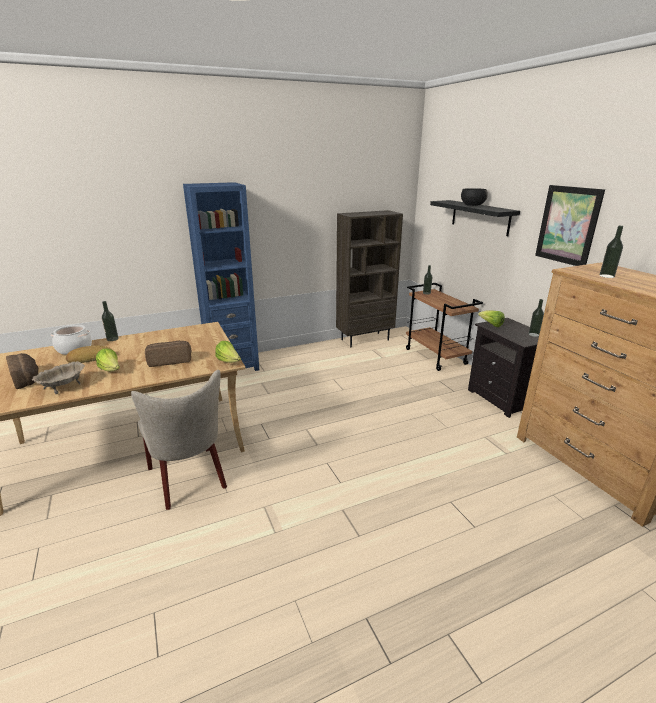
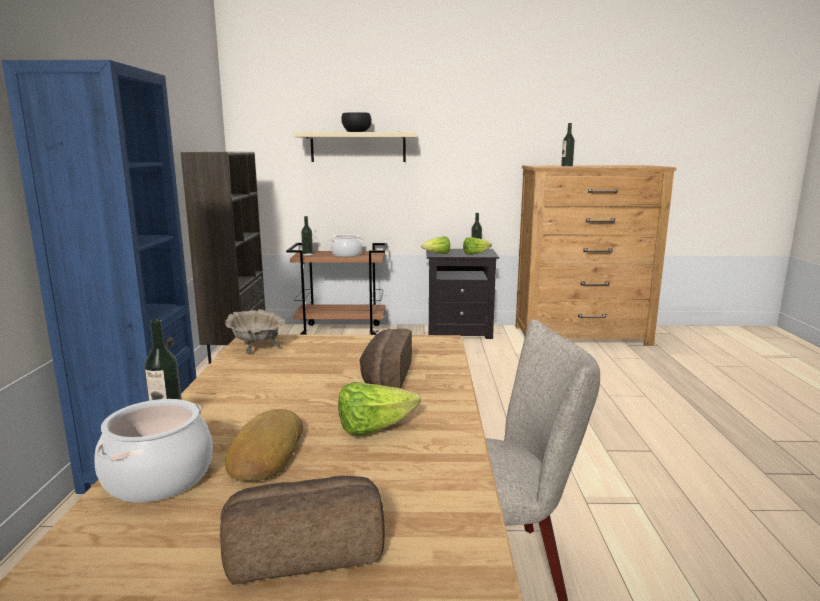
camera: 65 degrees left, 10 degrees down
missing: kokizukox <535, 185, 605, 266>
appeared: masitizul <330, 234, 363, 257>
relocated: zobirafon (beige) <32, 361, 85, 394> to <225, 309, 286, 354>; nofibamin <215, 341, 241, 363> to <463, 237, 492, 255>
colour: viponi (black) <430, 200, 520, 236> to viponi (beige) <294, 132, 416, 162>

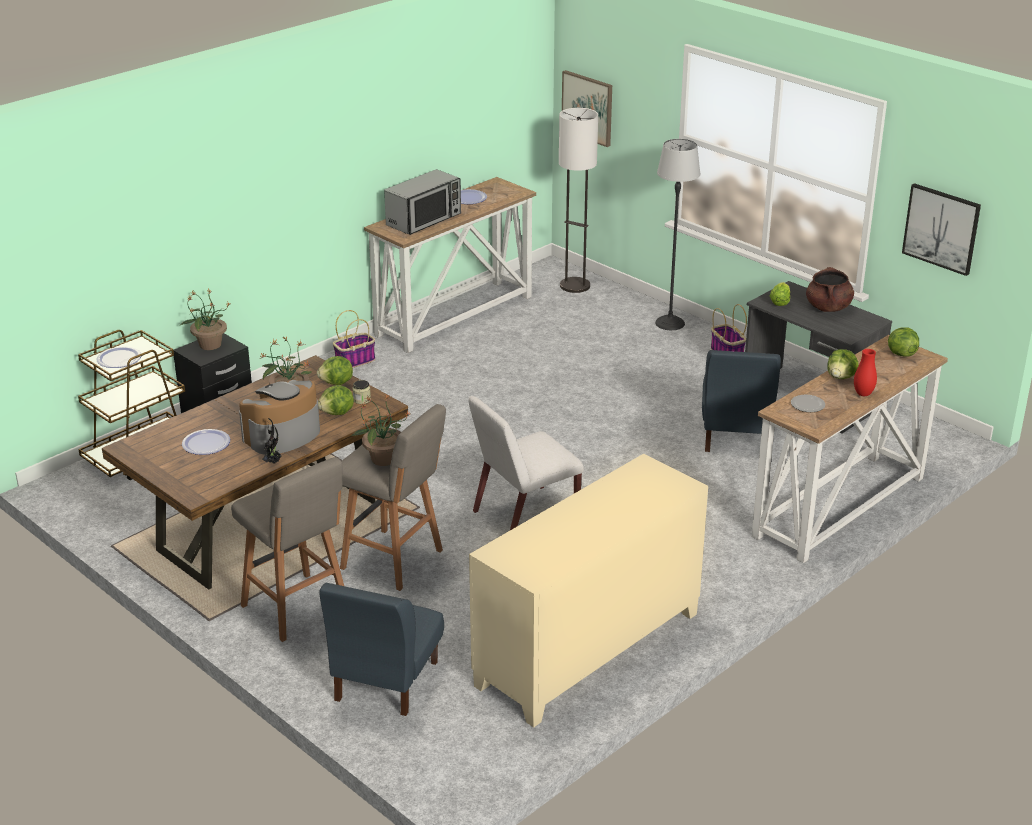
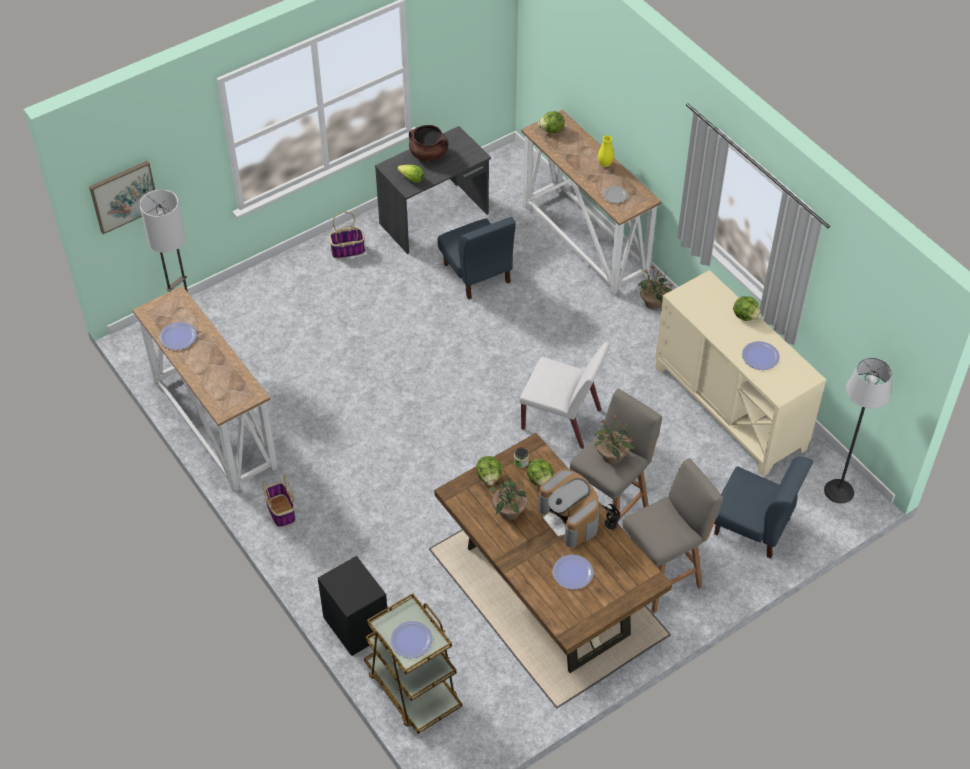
camera: 80 degrees left, 20 degrees up
missing: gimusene <384, 169, 461, 235>; kokizukox <902, 183, 981, 276>
appeared: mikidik <742, 341, 780, 370>
relocated: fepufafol <181, 289, 231, 350> to <638, 266, 673, 310>; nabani <655, 139, 700, 330> to <824, 358, 892, 504>; nofibamin <827, 349, 859, 379> to <733, 296, 761, 321>
colour: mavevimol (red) <854, 349, 877, 396> to mavevimol (yellow) <598, 135, 614, 167>
spun: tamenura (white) <468, 396, 584, 530> = <519, 342, 610, 449> 45 degrees counterclockwise; tamenura (blue) <702, 350, 781, 452> = <437, 217, 516, 300> 45 degrees clockwise

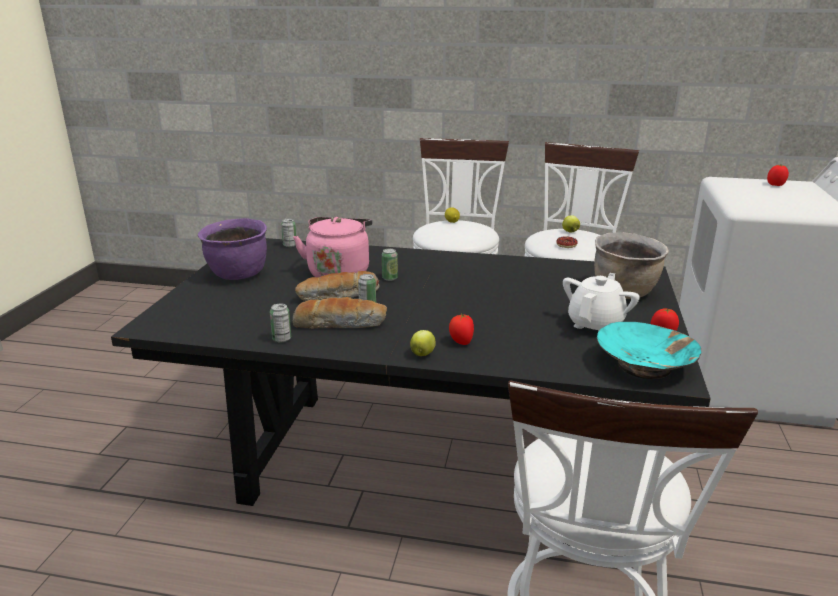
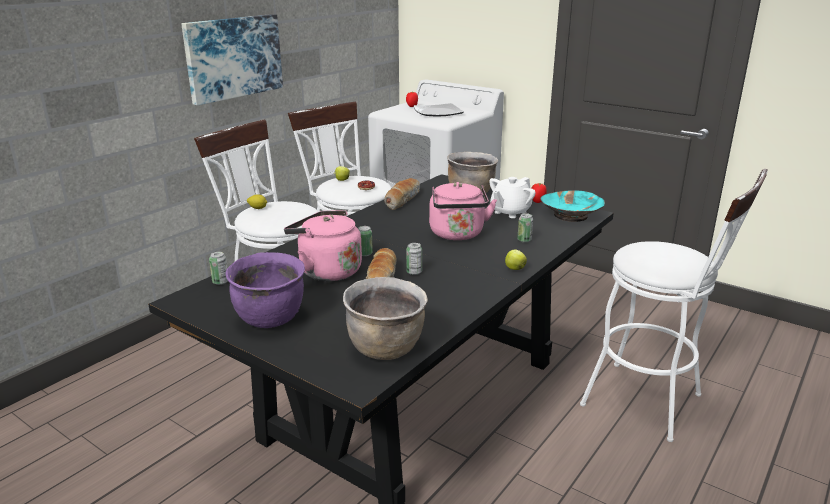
camera: 65 degrees left, 0 degrees up
missing: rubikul <449, 314, 474, 345>
appeared: kokizukox <181, 14, 283, 105>; masitizul (brown) <343, 277, 428, 360>; mikidik <414, 103, 464, 116>; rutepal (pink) <429, 182, 497, 240>
relocated: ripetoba <270, 304, 291, 343> to <517, 213, 533, 243>; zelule <293, 297, 387, 329> to <384, 178, 420, 210>
spun: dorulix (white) <563, 273, 640, 332> = <489, 177, 536, 218> 105 degrees counterclockwise

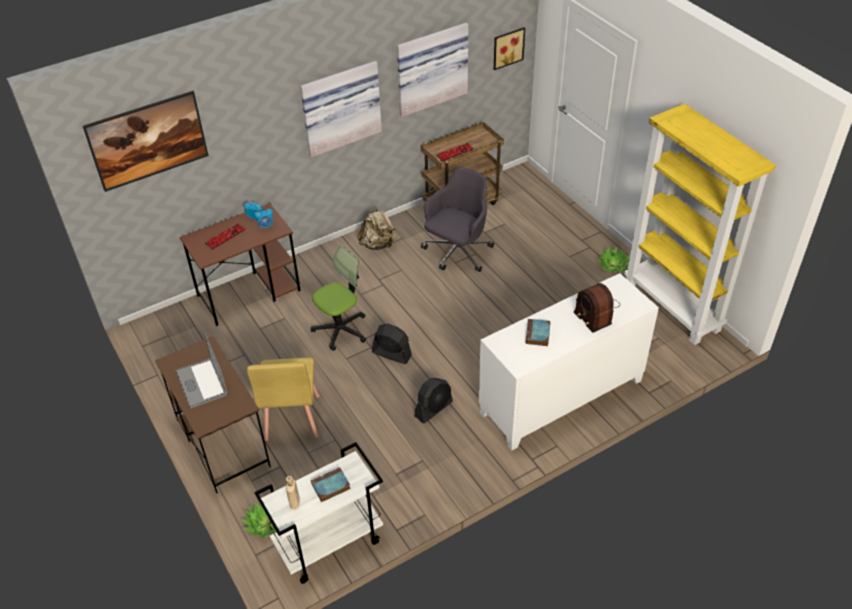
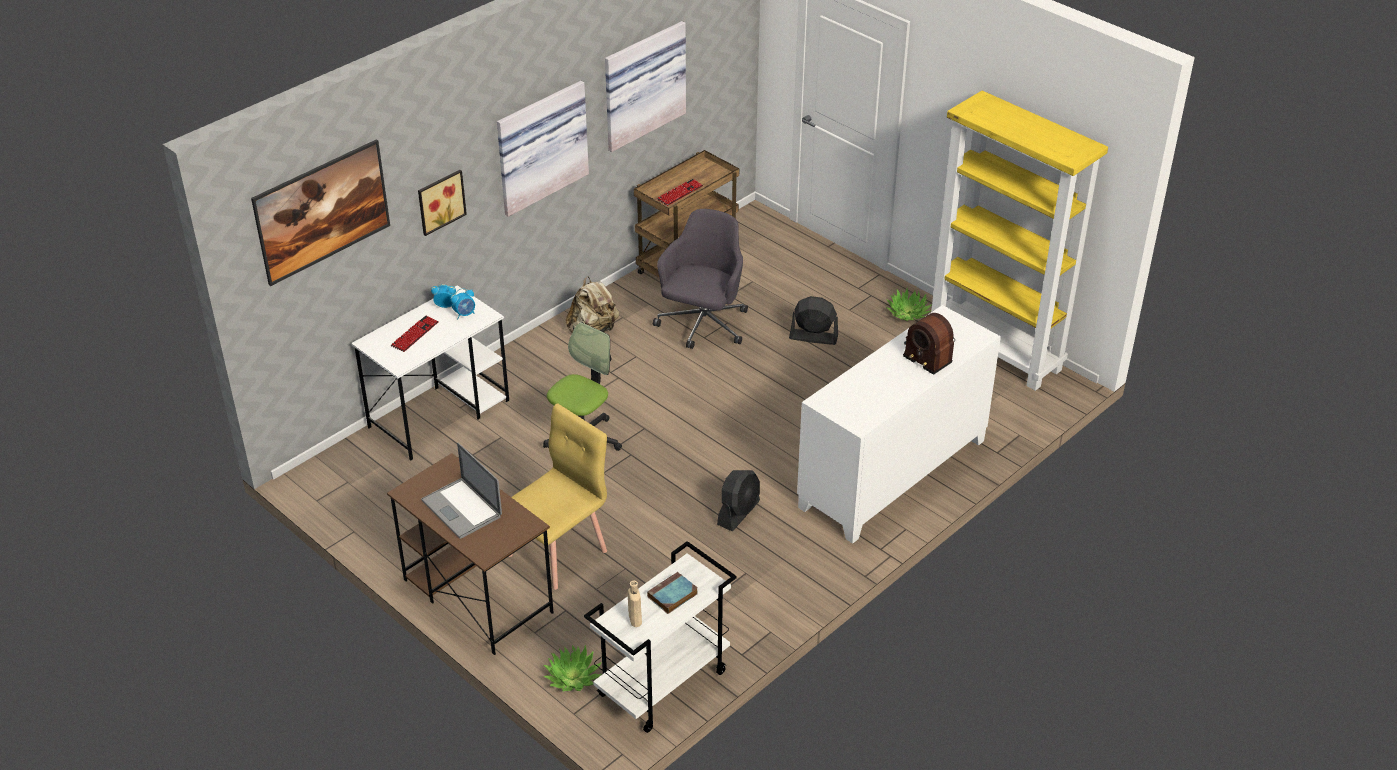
camera: 15 degrees left, 5 degrees down
missing: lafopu <526, 319, 550, 346>
relocated: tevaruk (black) <372, 324, 412, 364> to <789, 296, 838, 345>; kokizukox <494, 27, 525, 70> to <418, 170, 467, 236>
colour: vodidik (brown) <180, 203, 301, 326> to vodidik (white) <351, 285, 510, 461>
spun: tamenura (yellow) <247, 358, 319, 441> = <508, 403, 607, 590> 120 degrees counterclockwise

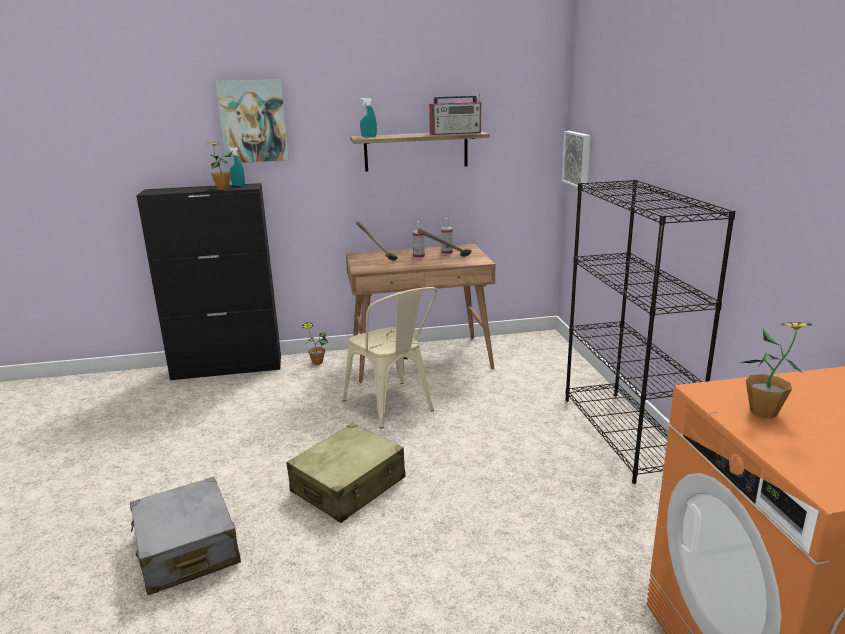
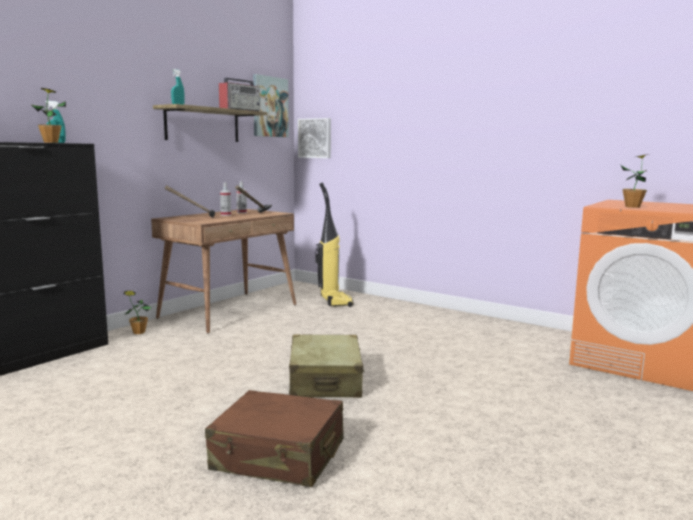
camera: 45 degrees left, 10 degrees down
missing: tamenura (beige) <342, 287, 437, 429>; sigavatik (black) <565, 179, 736, 484>
appeared: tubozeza <316, 182, 353, 307>
relocated: kokizukox <215, 79, 289, 163> to <253, 74, 289, 137>
colour: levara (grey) <130, 477, 241, 595> to levara (brown) <205, 390, 344, 487>

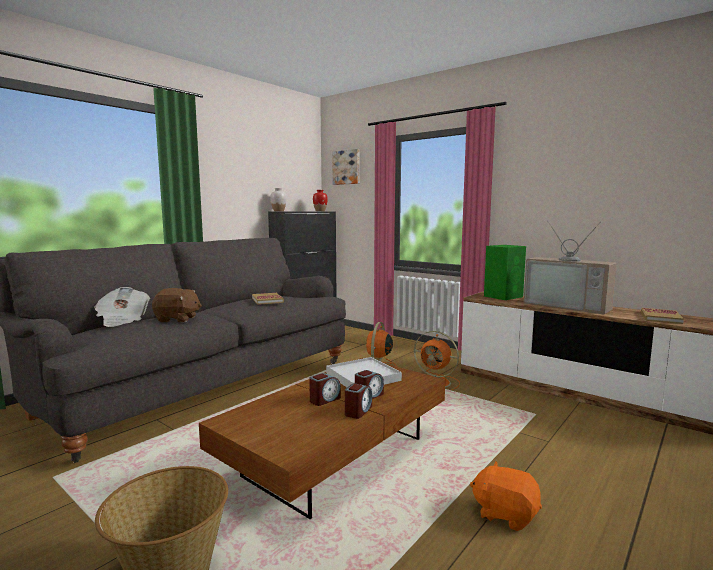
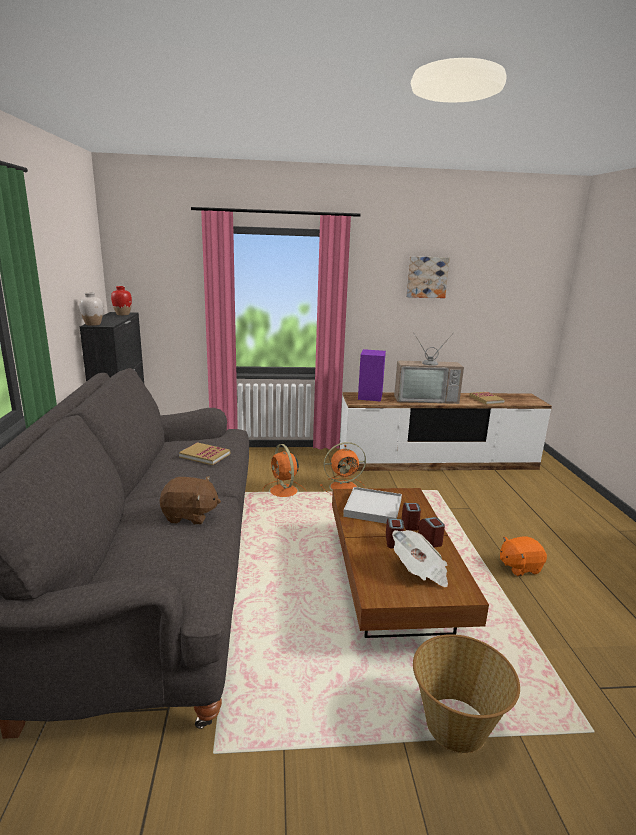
camera: 45 degrees left, 10 degrees up
relocated: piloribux <94, 287, 150, 327> to <392, 530, 448, 587>; kokizukox <332, 149, 359, 185> to <406, 256, 450, 298>
colour: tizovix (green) <484, 245, 526, 300> to tizovix (purple) <358, 349, 386, 402>
spun: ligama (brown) <152, 288, 202, 322> = <160, 476, 221, 525> 45 degrees clockwise

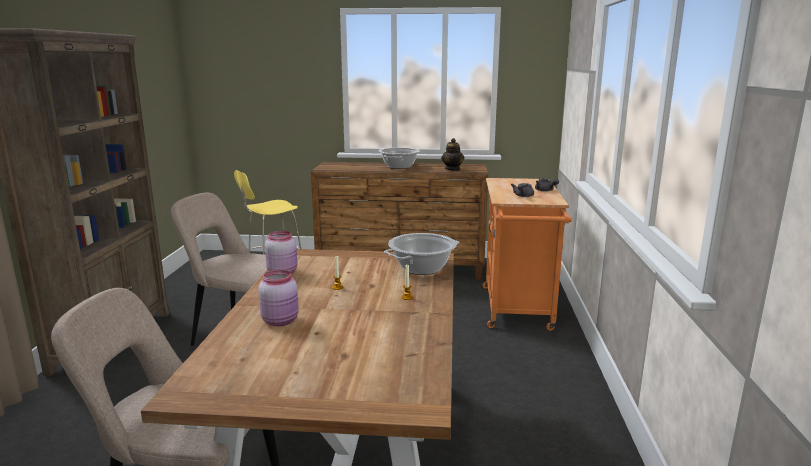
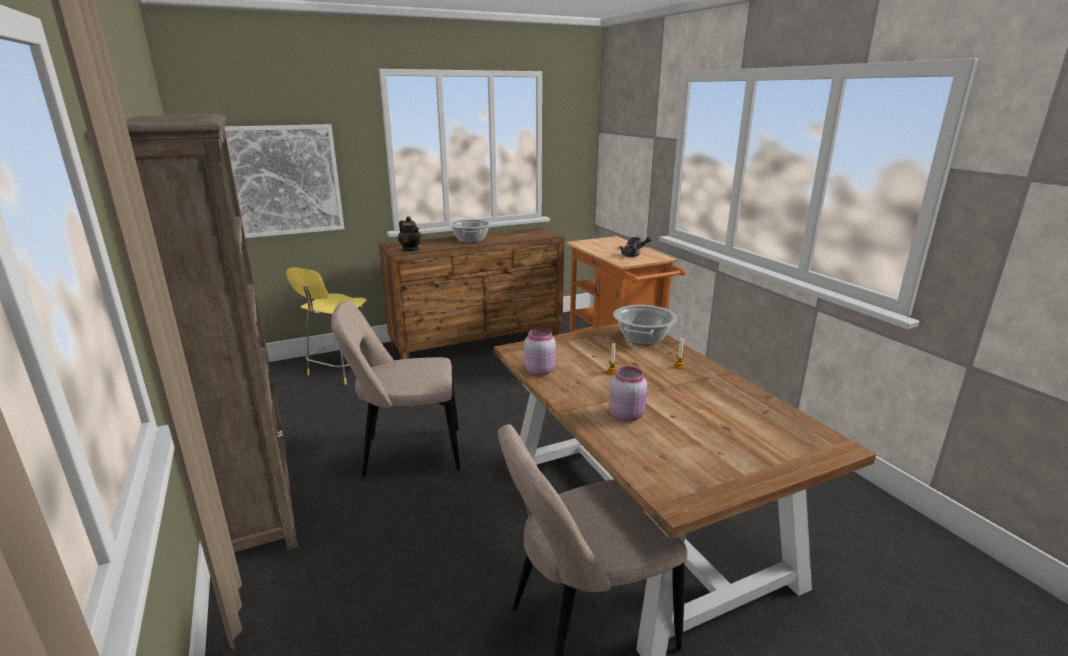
camera: 30 degrees left, 5 degrees up
appeared: kokizukox <224, 124, 344, 238>
relocated: dorulix <441, 138, 464, 171> to <398, 216, 422, 251>

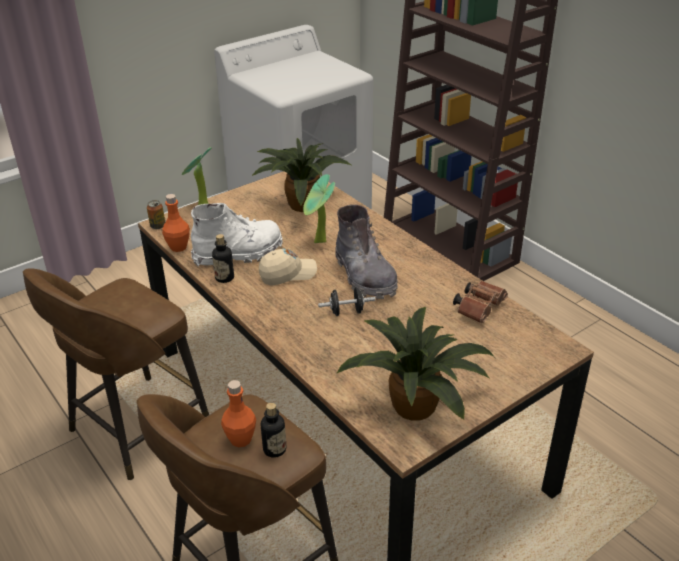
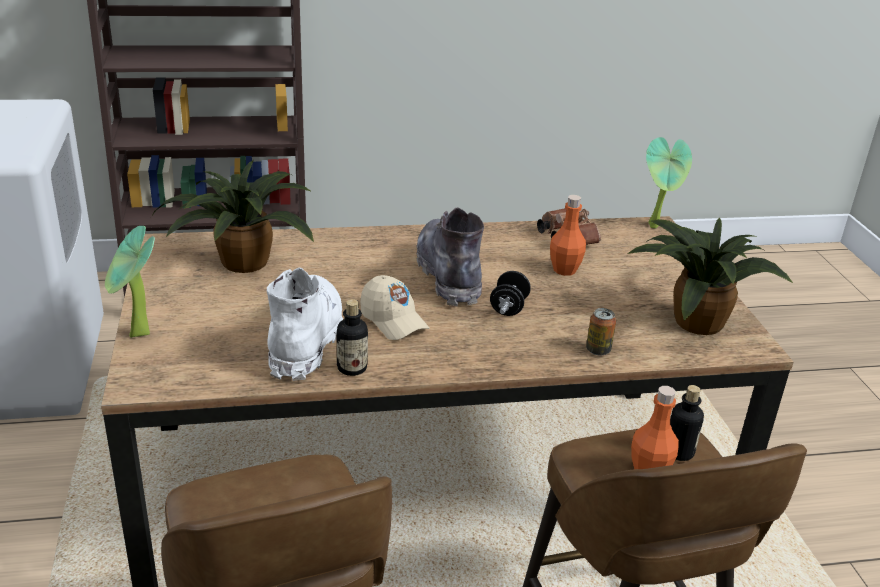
camera: 65 degrees left, 5 degrees down
relocated: ripetoba <147, 200, 165, 229> to <586, 308, 616, 356>; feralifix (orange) <162, 194, 190, 252> to <550, 195, 586, 276>; fepufafol <303, 174, 335, 243> to <646, 137, 692, 228>
spun: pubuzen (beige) <259, 249, 317, 286> = <360, 275, 430, 340> 135 degrees clockwise; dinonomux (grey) <335, 205, 398, 299> = <416, 208, 484, 307> 105 degrees counterclockwise

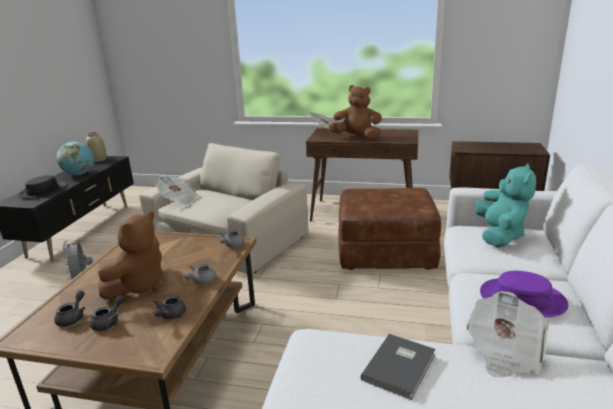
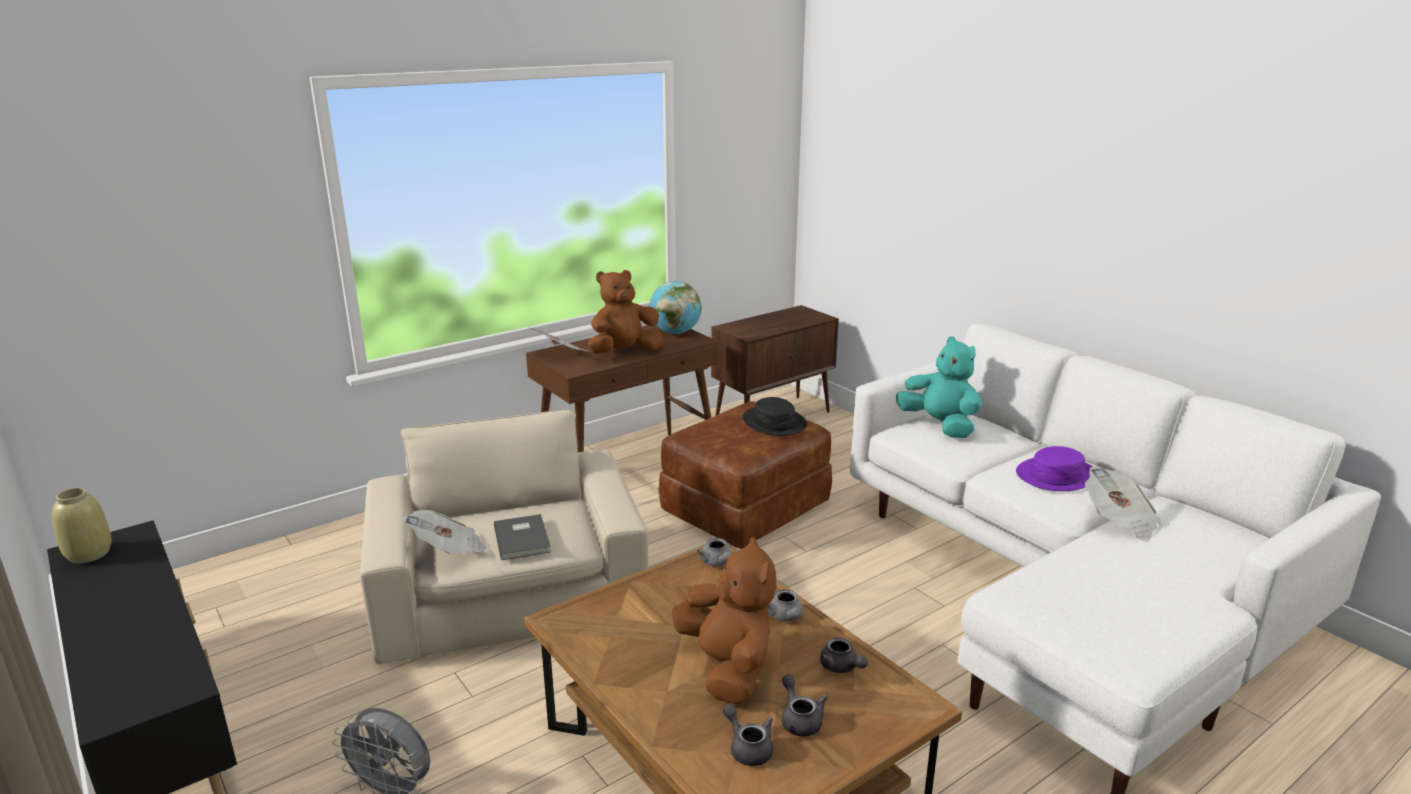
camera: 50 degrees left, 0 degrees up
relocated: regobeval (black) <18, 175, 67, 199> to <743, 397, 807, 436>; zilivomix <57, 142, 94, 175> to <649, 281, 702, 334>; lafopu (grey) <361, 334, 436, 400> to <494, 514, 551, 560>

